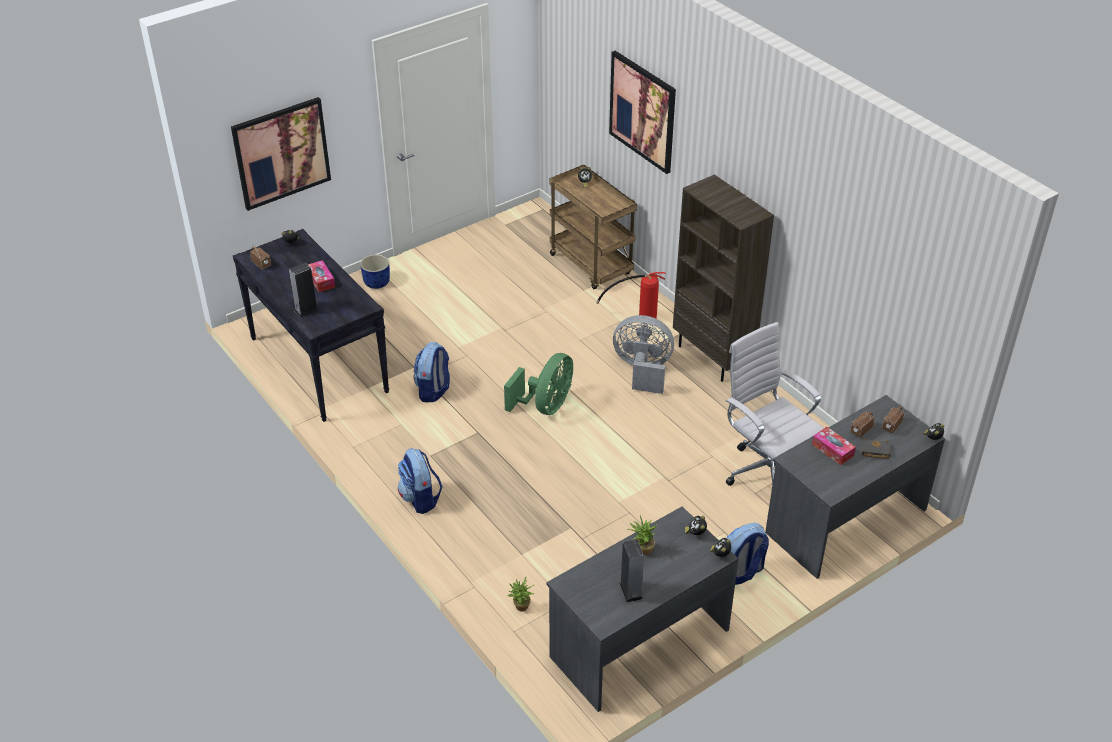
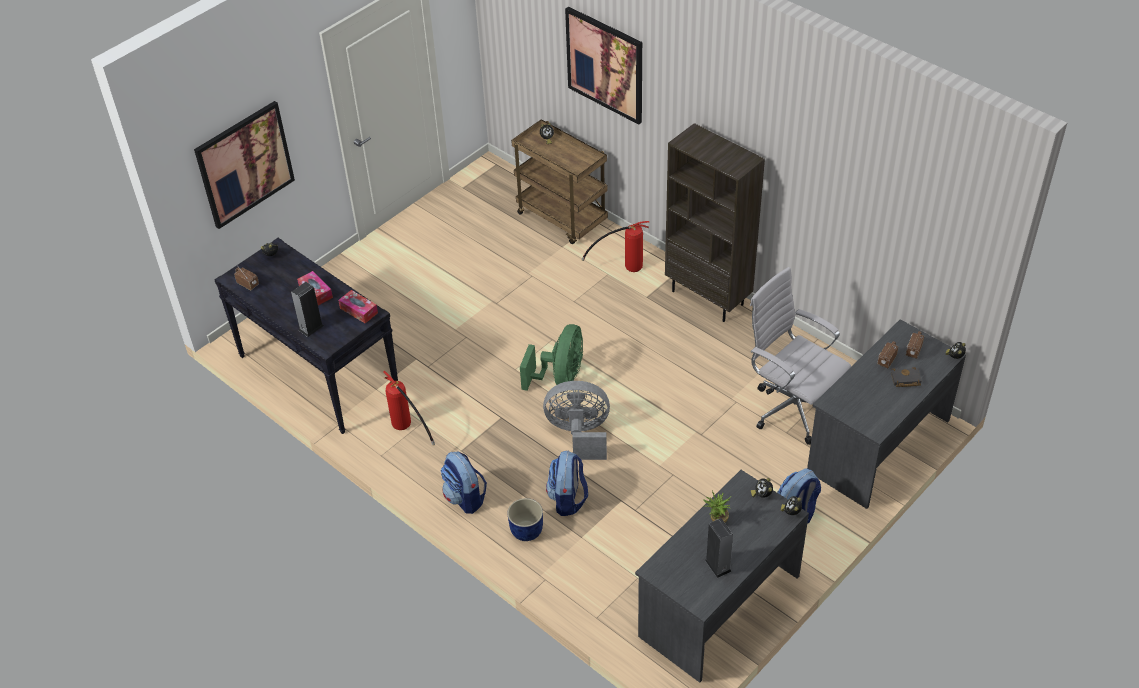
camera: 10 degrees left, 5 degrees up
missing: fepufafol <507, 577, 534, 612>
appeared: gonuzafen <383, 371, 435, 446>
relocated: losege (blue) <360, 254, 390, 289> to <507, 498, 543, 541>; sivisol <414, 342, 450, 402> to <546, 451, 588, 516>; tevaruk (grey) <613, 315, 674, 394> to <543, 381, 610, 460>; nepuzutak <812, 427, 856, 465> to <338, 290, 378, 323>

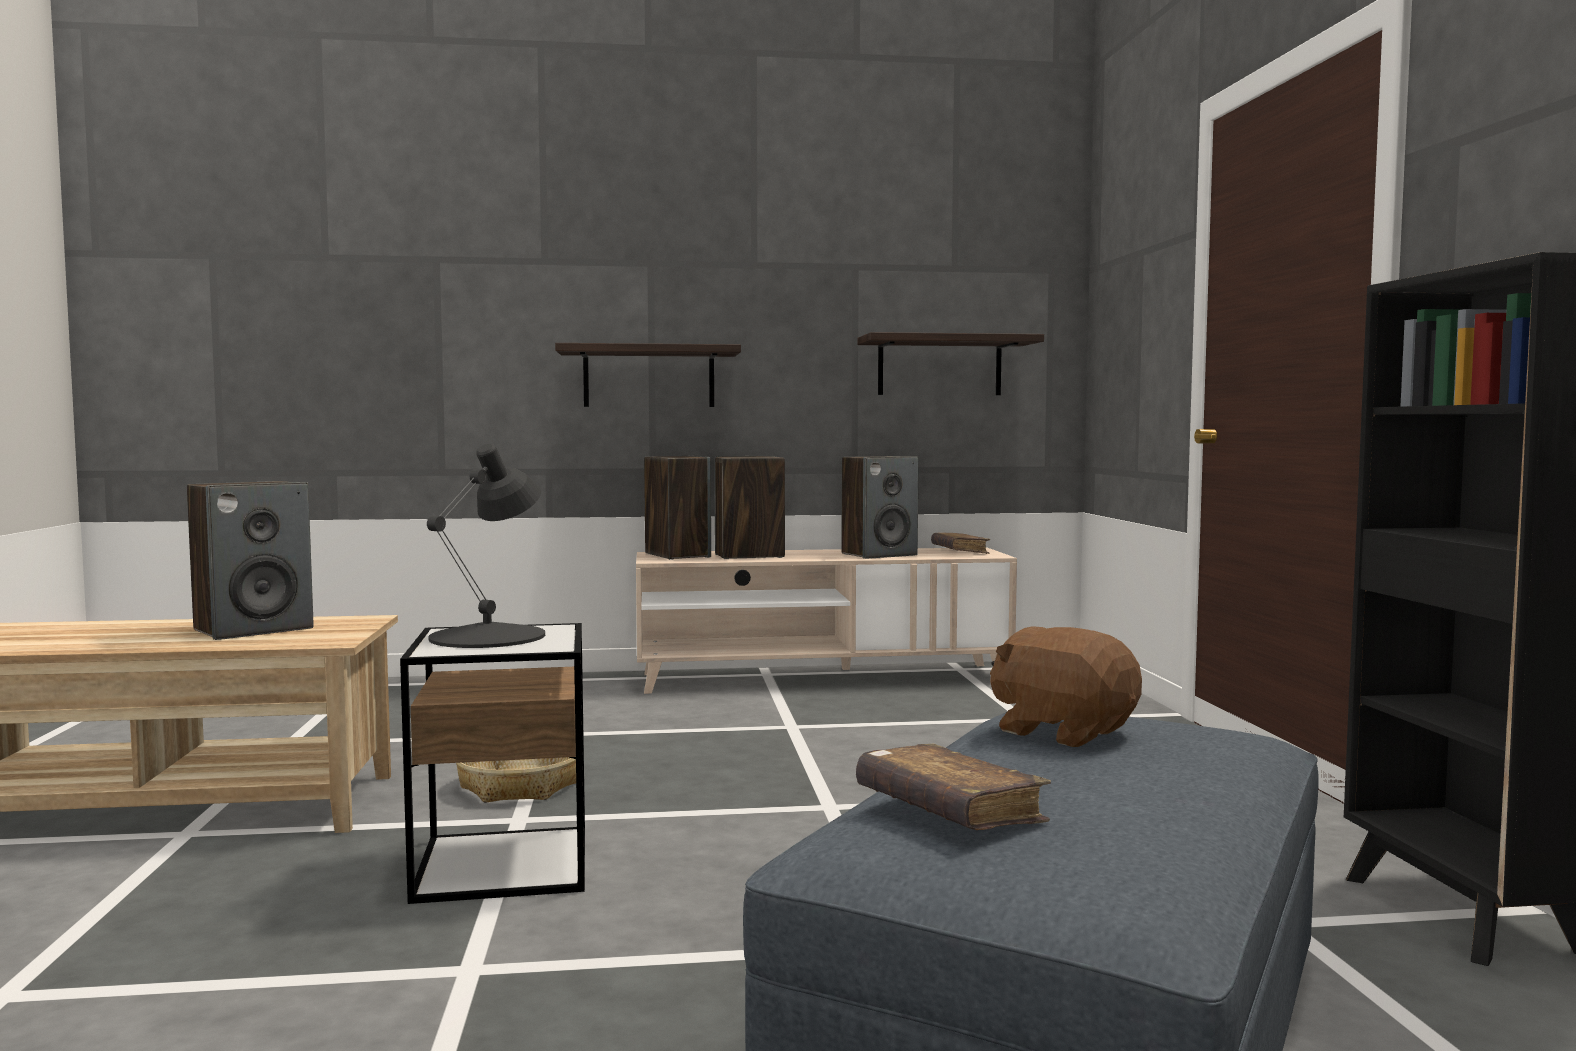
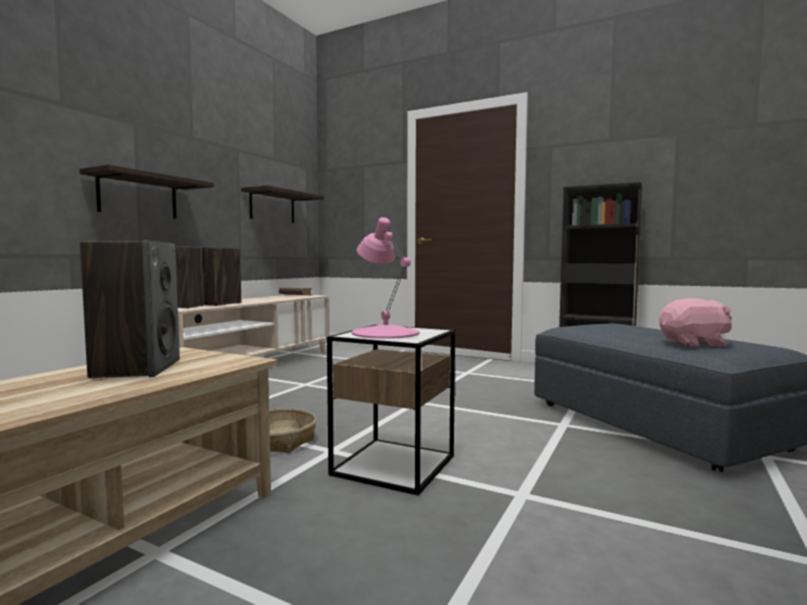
camera: 55 degrees left, 0 degrees up
missing: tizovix <841, 456, 919, 559>; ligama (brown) <990, 626, 1142, 747>
exchanged: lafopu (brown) <856, 744, 1051, 830> to ligama (pink) <659, 298, 732, 347>
colour: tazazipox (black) <427, 444, 545, 648> to tazazipox (pink) <352, 217, 419, 339>

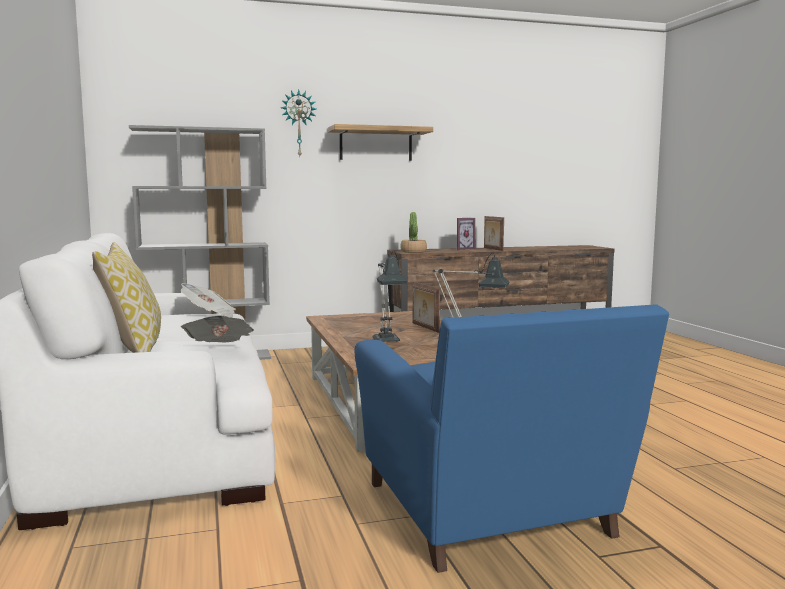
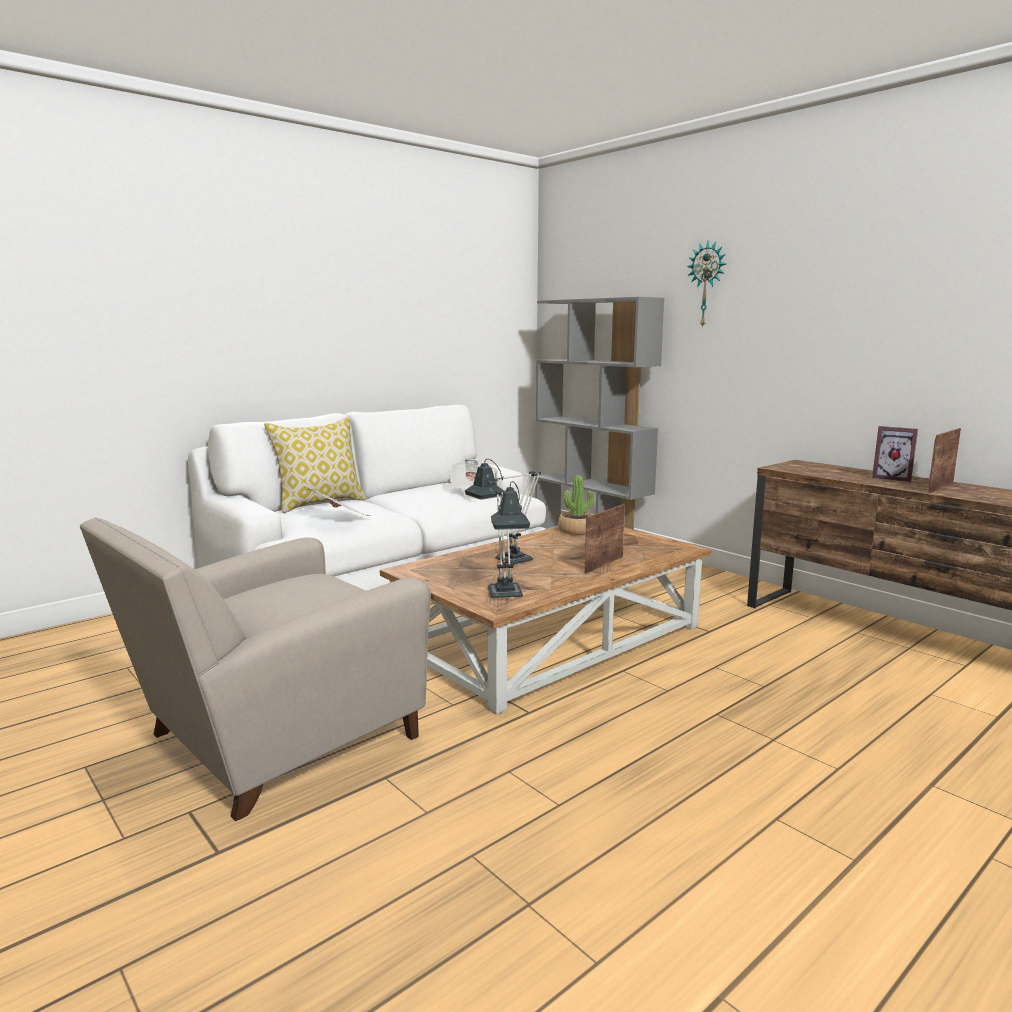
camera: 65 degrees right, 5 degrees up
missing: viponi <328, 124, 433, 161>
relocated: fepufafol <400, 212, 427, 253> to <558, 475, 594, 535>
colour: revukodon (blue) <355, 304, 669, 573> to revukodon (beige) <80, 517, 431, 821>

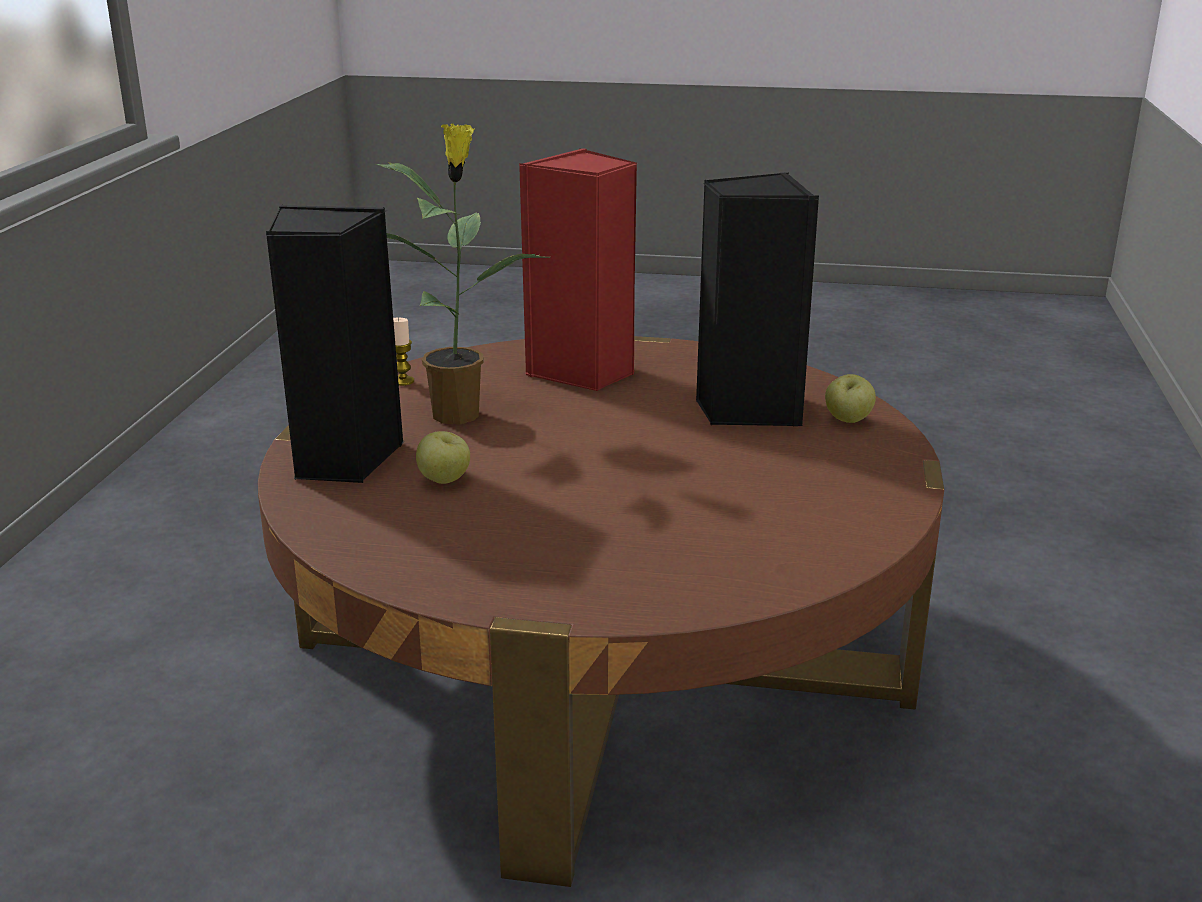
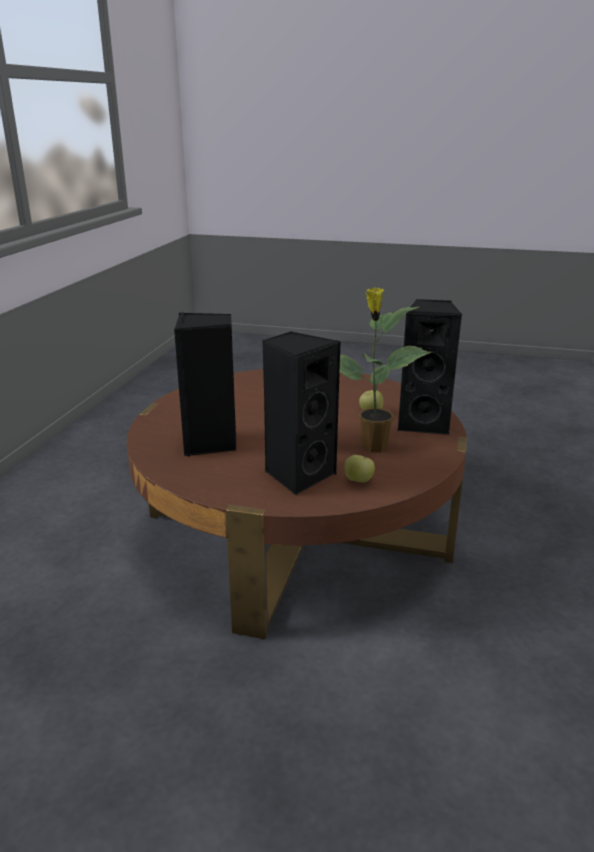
camera: 175 degrees left, 0 degrees up
missing: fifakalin <393, 317, 414, 386>
relocated: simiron <825, 374, 876, 423> to <344, 455, 375, 483>
colour: tizovix (red) <519, 148, 637, 391> to tizovix (black) <262, 331, 341, 496>

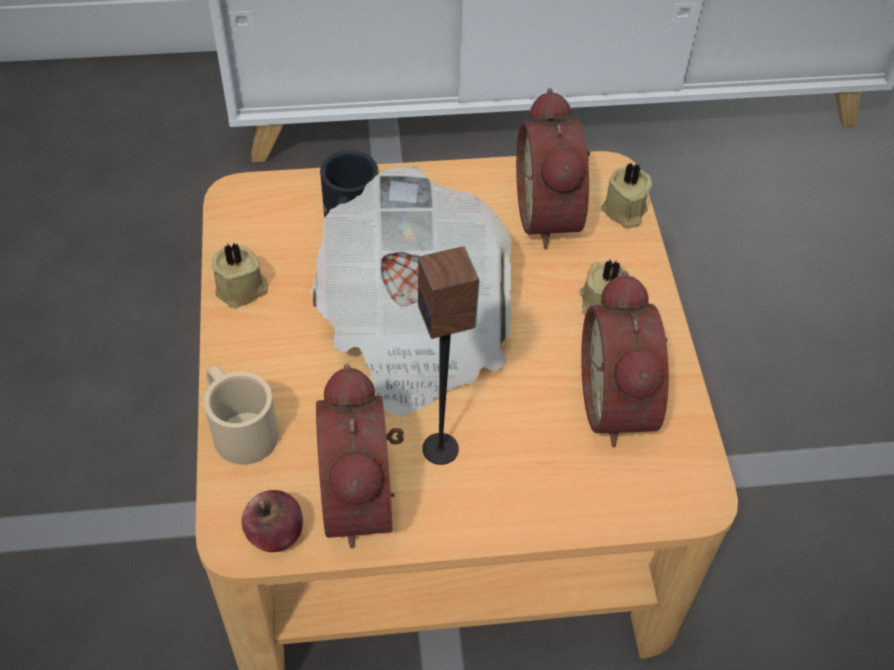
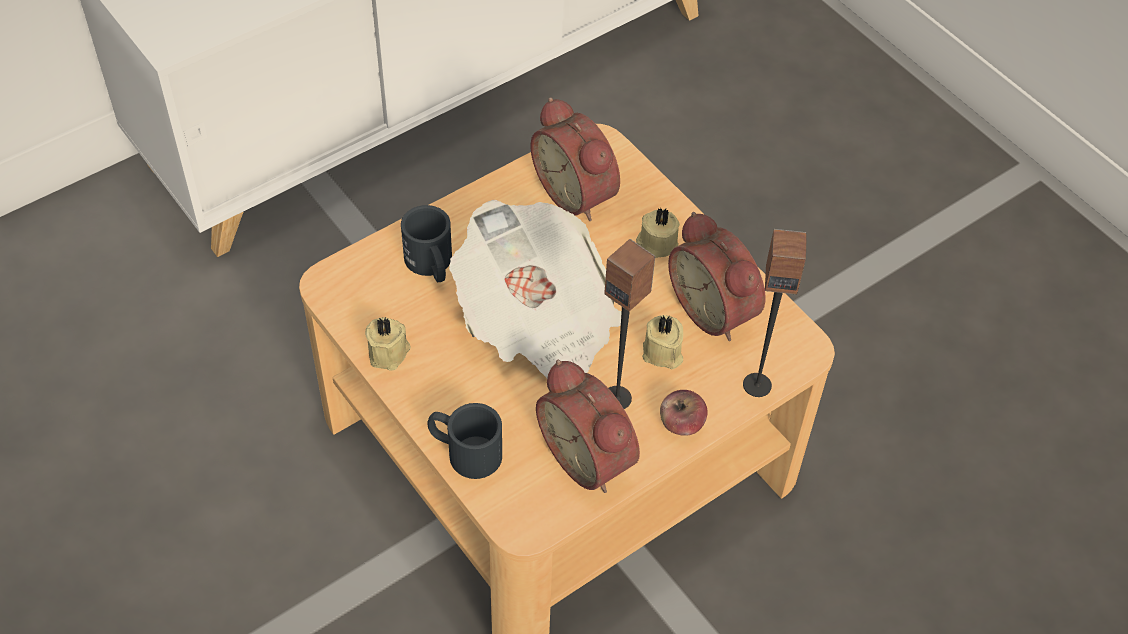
camera: 30 degrees left, 0 degrees up
appeared: tizovix <743, 229, 807, 397>
relocated: simiron <242, 490, 303, 552> to <660, 390, 708, 436>; fifakalin (beige) <602, 162, 652, 228> to <642, 315, 683, 369>
colour: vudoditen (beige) <204, 365, 279, 465> to vudoditen (black) <427, 403, 502, 479>

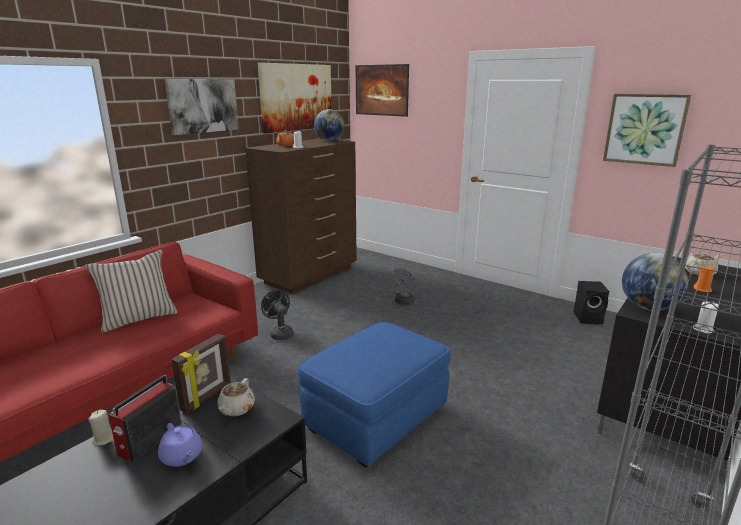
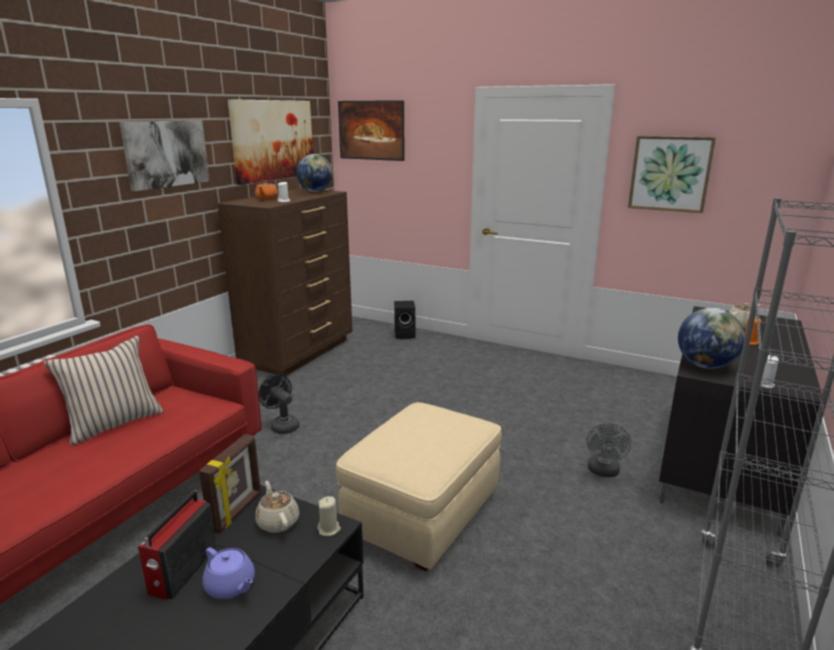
camera: 10 degrees left, 0 degrees up
relocated: fifakalin (beige) <88, 410, 114, 446> to <318, 496, 341, 536>; tevaruk (grey) <389, 268, 415, 305> to <587, 423, 631, 477>; tizovix (black) <574, 281, 609, 324> to <394, 301, 415, 339>
colour: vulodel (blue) <298, 322, 451, 468> to vulodel (beige) <336, 402, 502, 571>
spun: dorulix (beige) <217, 378, 255, 416> = <255, 481, 300, 533> 150 degrees clockwise

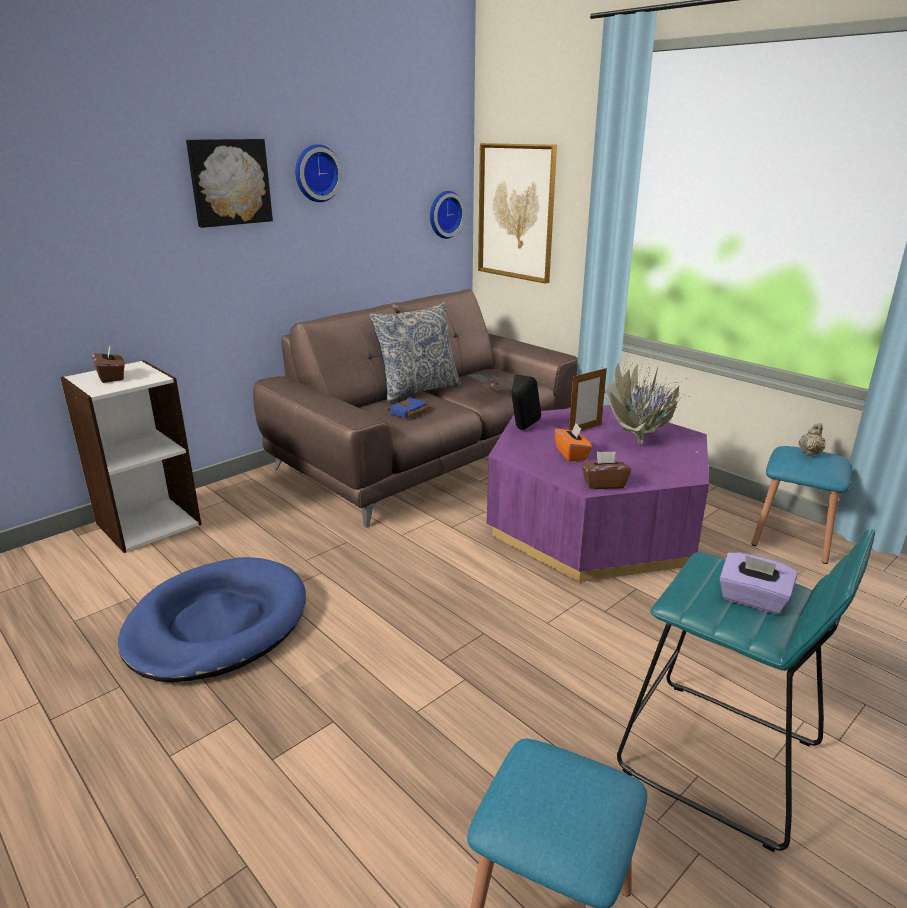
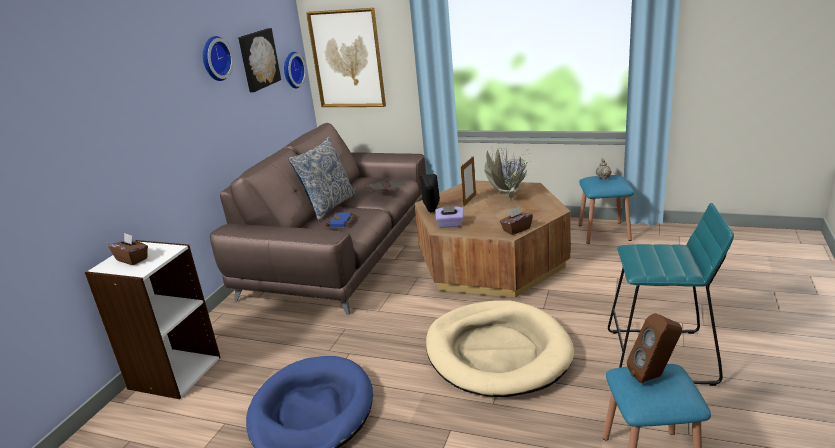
camera: 25 degrees left, 0 degrees up
missing: nepuzutak (orange) <555, 423, 592, 462>
appeared: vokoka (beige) <426, 301, 574, 397>; tizovix (brown) <627, 313, 682, 383>
relocated: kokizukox <186, 139, 273, 228> to <238, 28, 281, 92>; nepuzutak (purple) <719, 552, 798, 614> to <435, 206, 463, 228>
colour: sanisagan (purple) <487, 405, 709, 582> to sanisagan (brown) <414, 181, 571, 298>

